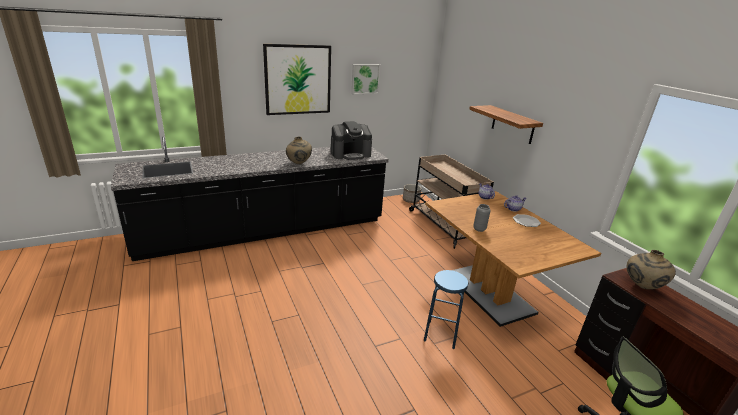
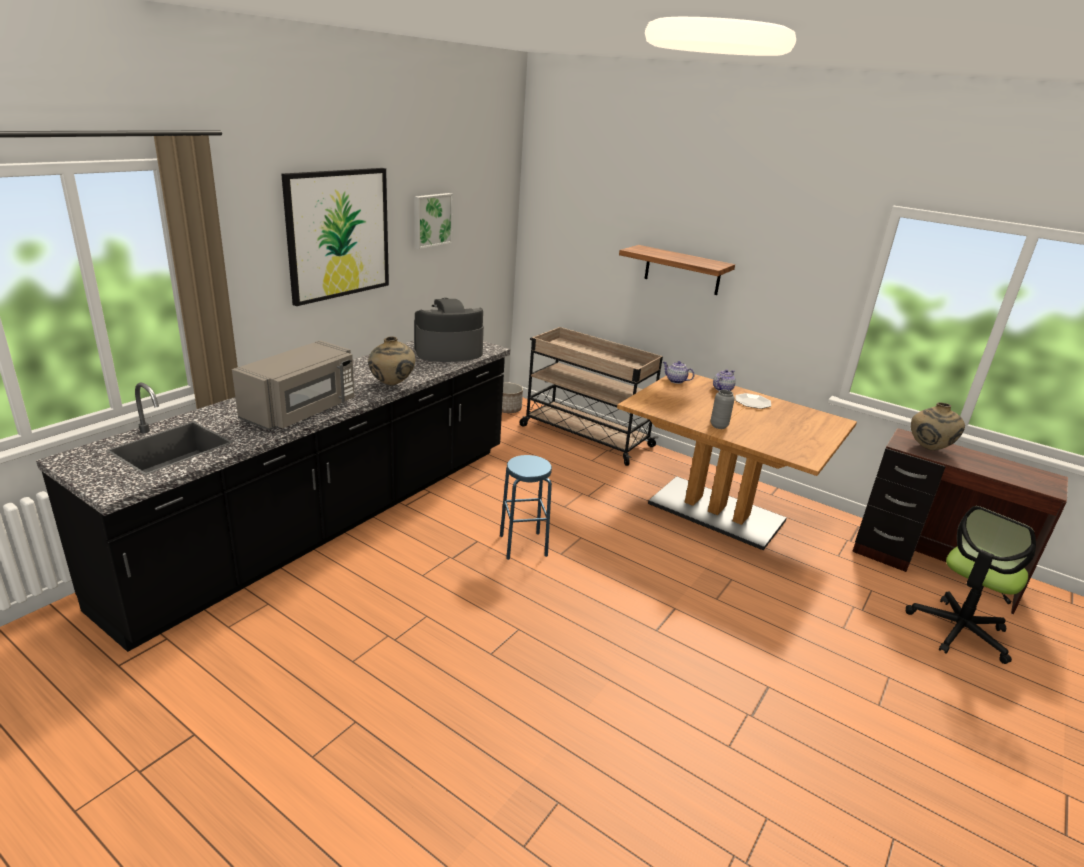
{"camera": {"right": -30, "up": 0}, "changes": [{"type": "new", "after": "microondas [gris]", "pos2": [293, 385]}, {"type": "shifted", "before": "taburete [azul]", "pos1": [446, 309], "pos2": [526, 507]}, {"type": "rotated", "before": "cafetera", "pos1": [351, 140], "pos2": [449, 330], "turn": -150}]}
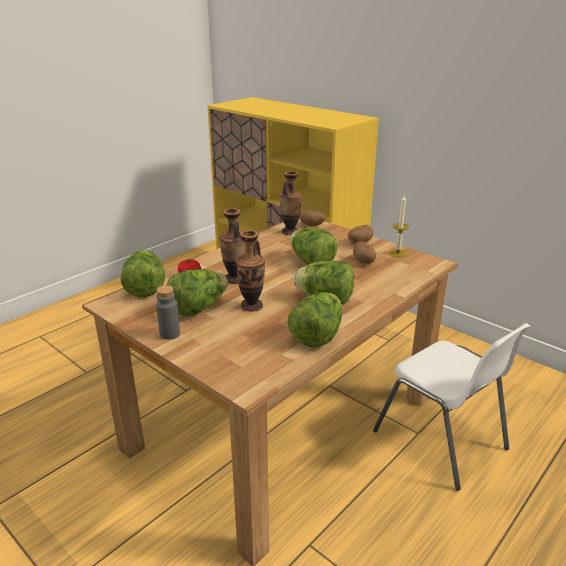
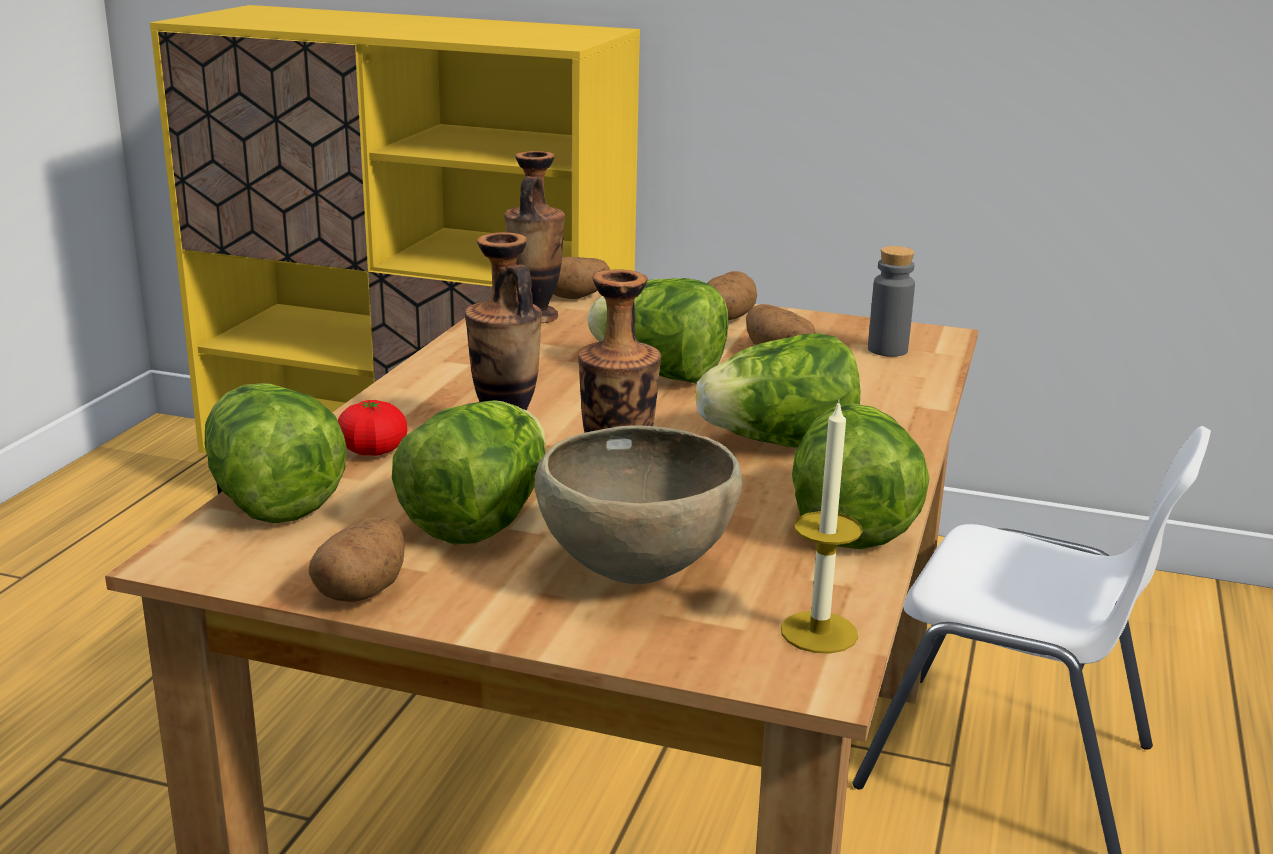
{"camera": {"right": -25, "up": -5}, "changes": [{"type": "new", "after": "patata", "pos2": [357, 559]}, {"type": "new", "after": "cuenco [marrón]", "pos2": [638, 504]}, {"type": "shifted", "before": "botella [gris]", "pos1": [168, 312], "pos2": [891, 301]}, {"type": "shifted", "before": "vela", "pos1": [398, 226], "pos2": [821, 526]}]}
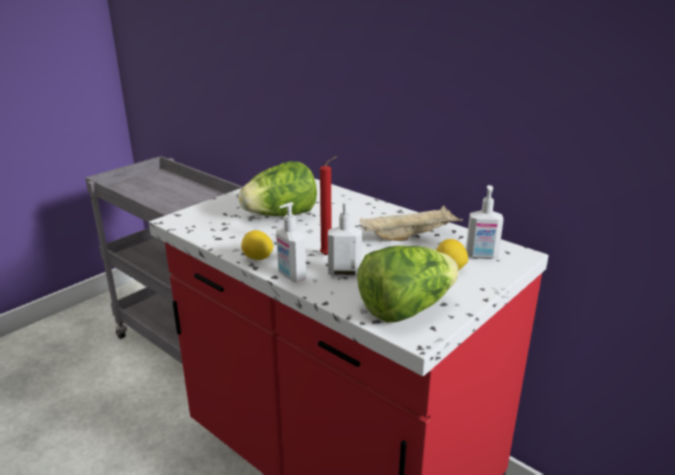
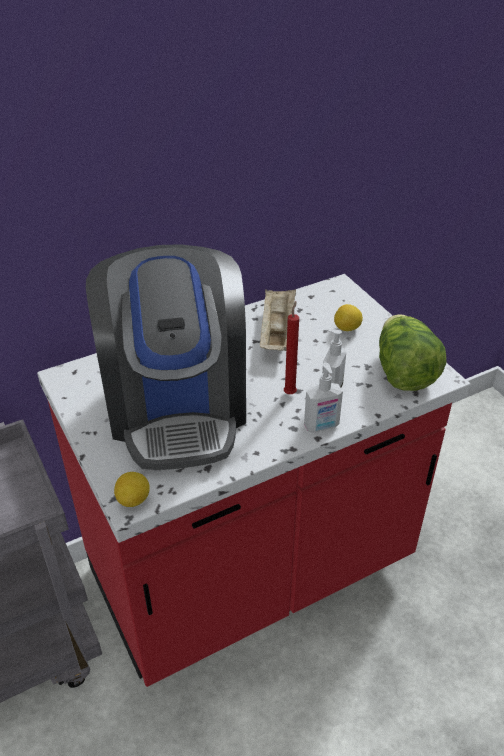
{"camera": {"right": -70, "up": 15}, "changes": [{"type": "gone", "before": "dispensador de jabón", "pos1": [485, 222]}, {"type": "shifted", "before": "limón", "pos1": [257, 245], "pos2": [132, 489]}, {"type": "swapped", "before": "lechuga", "after": "cafetera", "pos1": [277, 188], "pos2": [166, 357]}]}
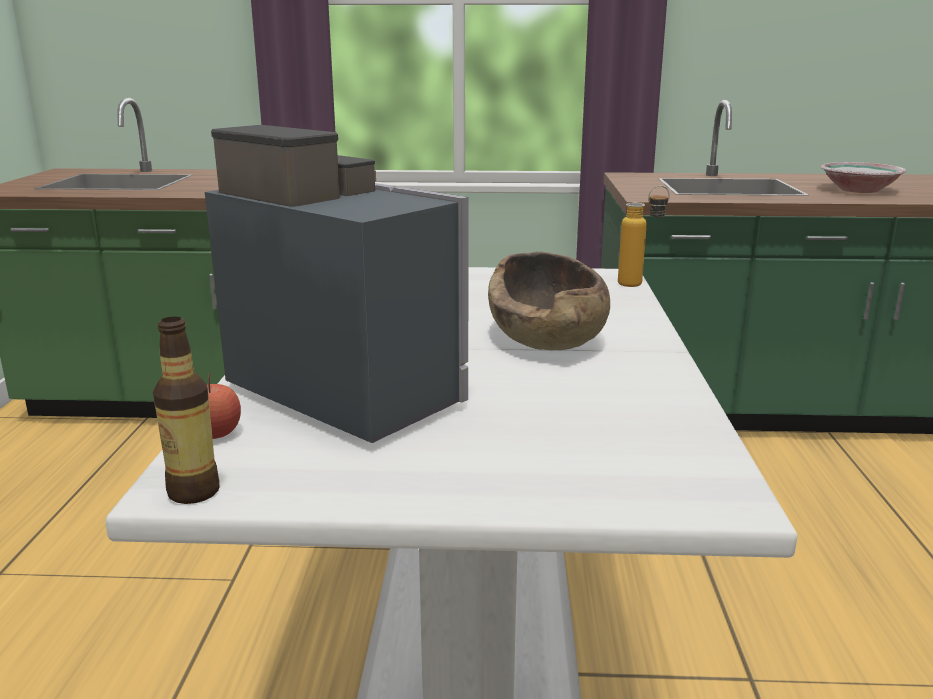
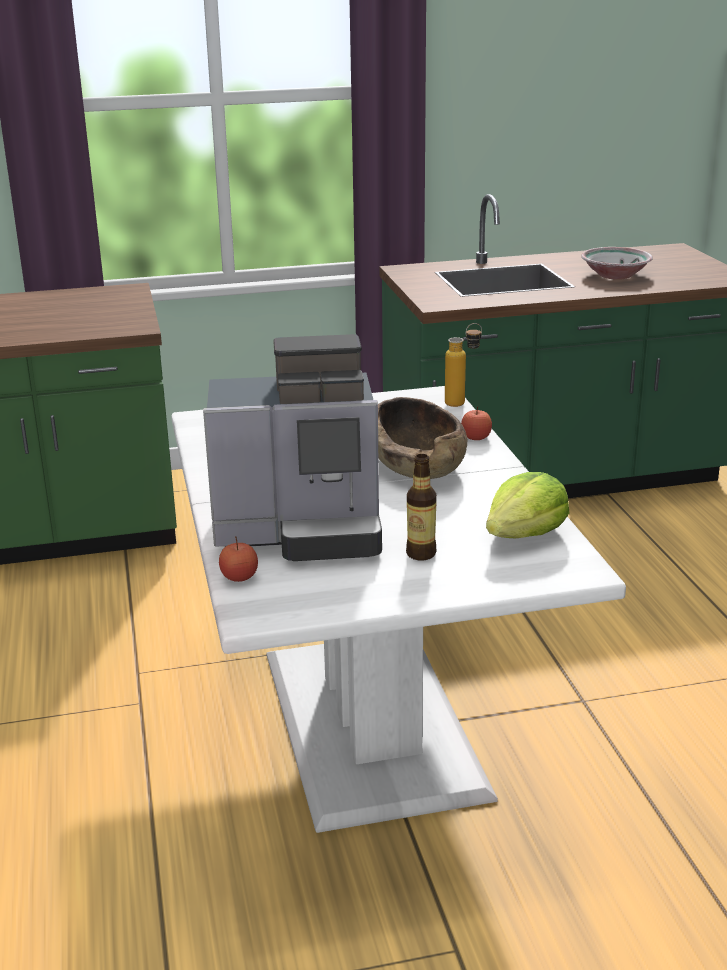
{"camera": {"right": -15, "up": 5}, "changes": [{"type": "new", "after": "manzana", "pos2": [476, 423]}, {"type": "new", "after": "lechuga", "pos2": [527, 505]}, {"type": "shifted", "before": "botella", "pos1": [186, 410], "pos2": [421, 507]}, {"type": "rotated", "before": "cafetera", "pos1": [336, 284], "pos2": [292, 447], "turn": 150}]}
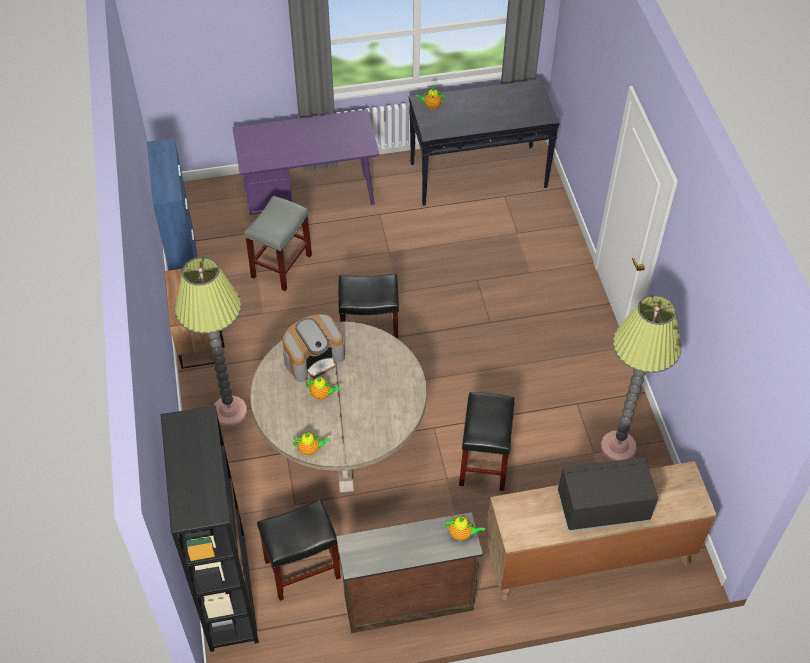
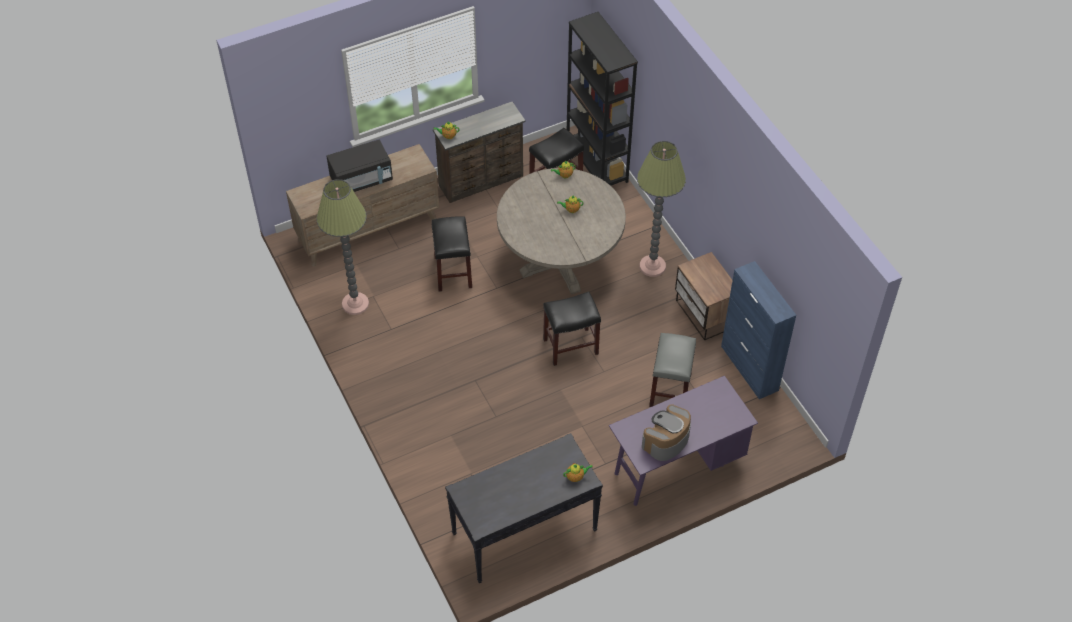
{"camera": {"right": 165, "up": 0}, "changes": [{"type": "shifted", "before": "cafetera", "pos1": [313, 348], "pos2": [666, 432]}]}
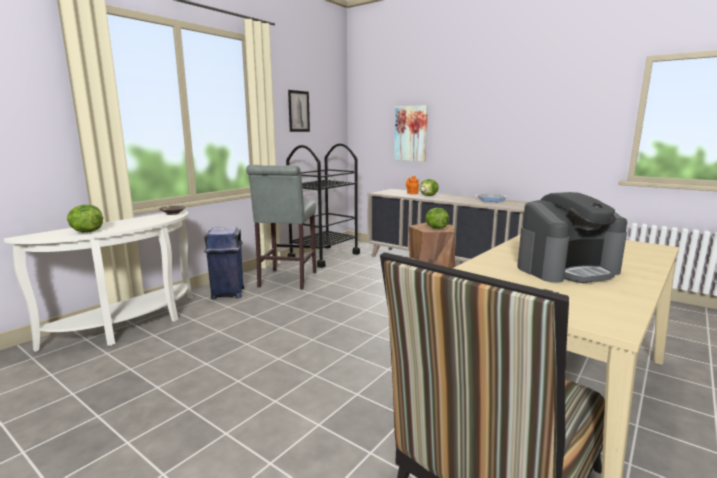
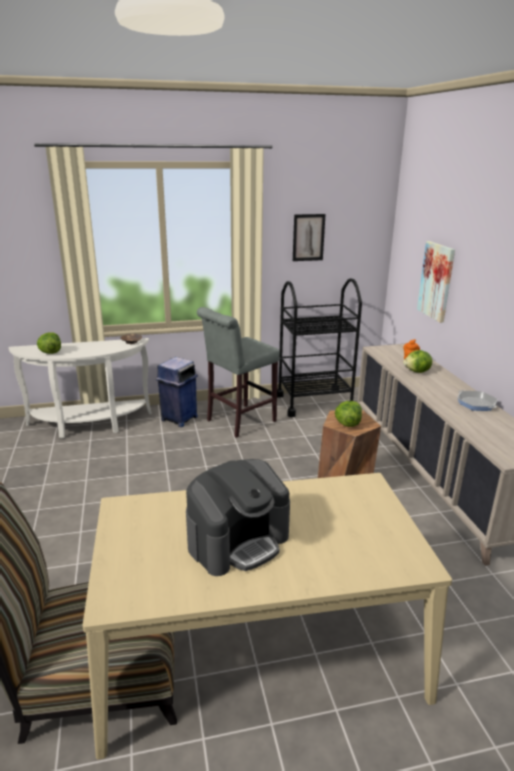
{"camera": {"right": 40, "up": 10}, "changes": [{"type": "rotated", "before": "cafetera", "pos1": [572, 237], "pos2": [238, 517], "turn": -60}]}
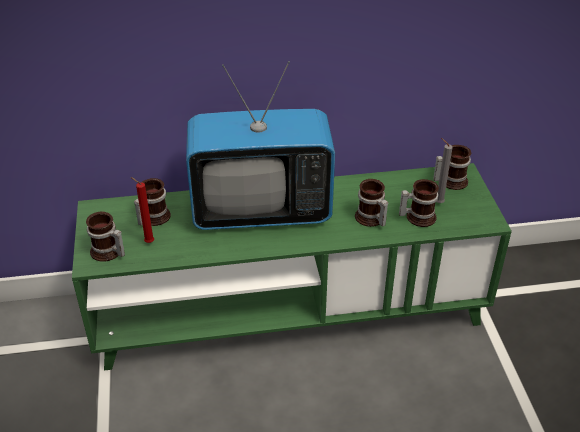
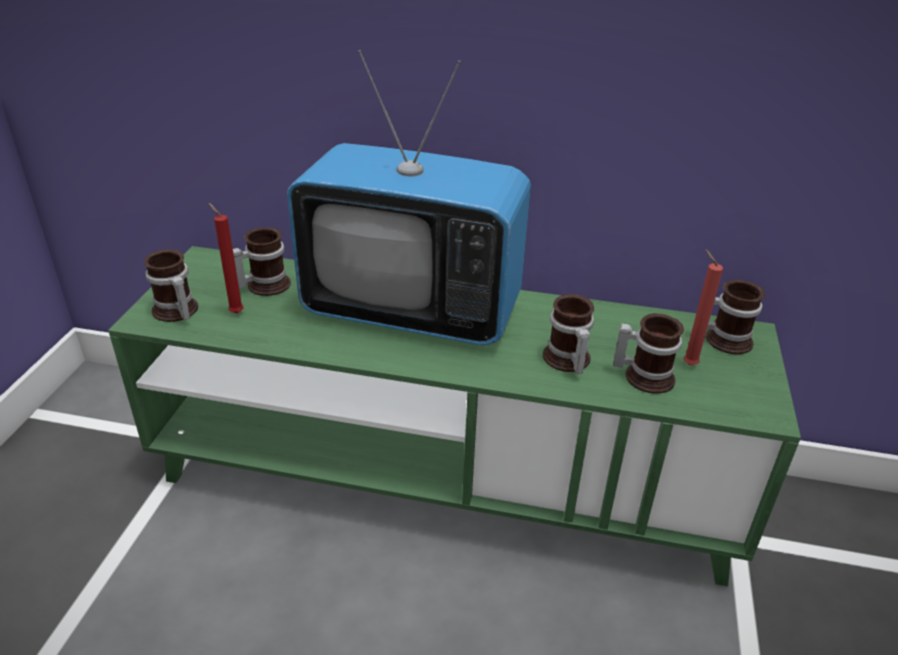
{"camera": {"right": 20, "up": -5}, "changes": [{"type": "repainted", "before": "vela [gris]", "after": "vela [rojo]", "pos1": [444, 170], "pos2": [703, 307]}]}
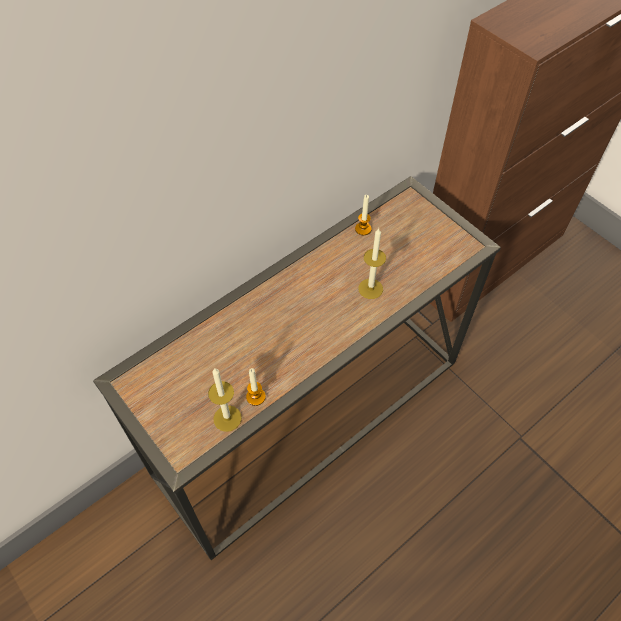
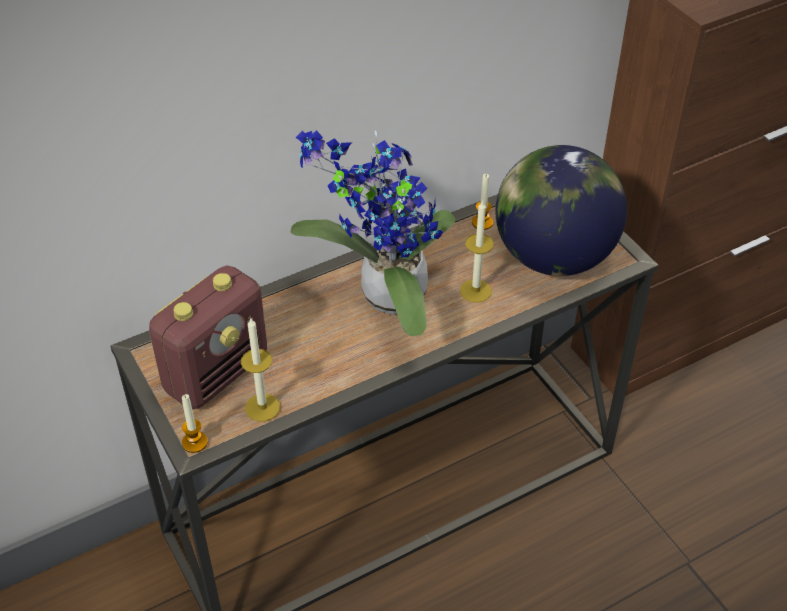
{"camera": {"right": 10, "up": -10}, "changes": [{"type": "new", "after": "radio", "pos2": [208, 337]}, {"type": "new", "after": "planta en maceta", "pos2": [373, 233]}, {"type": "new", "after": "globo terráqueo", "pos2": [561, 210]}, {"type": "shifted", "before": "vela", "pos1": [256, 387], "pos2": [195, 423]}]}
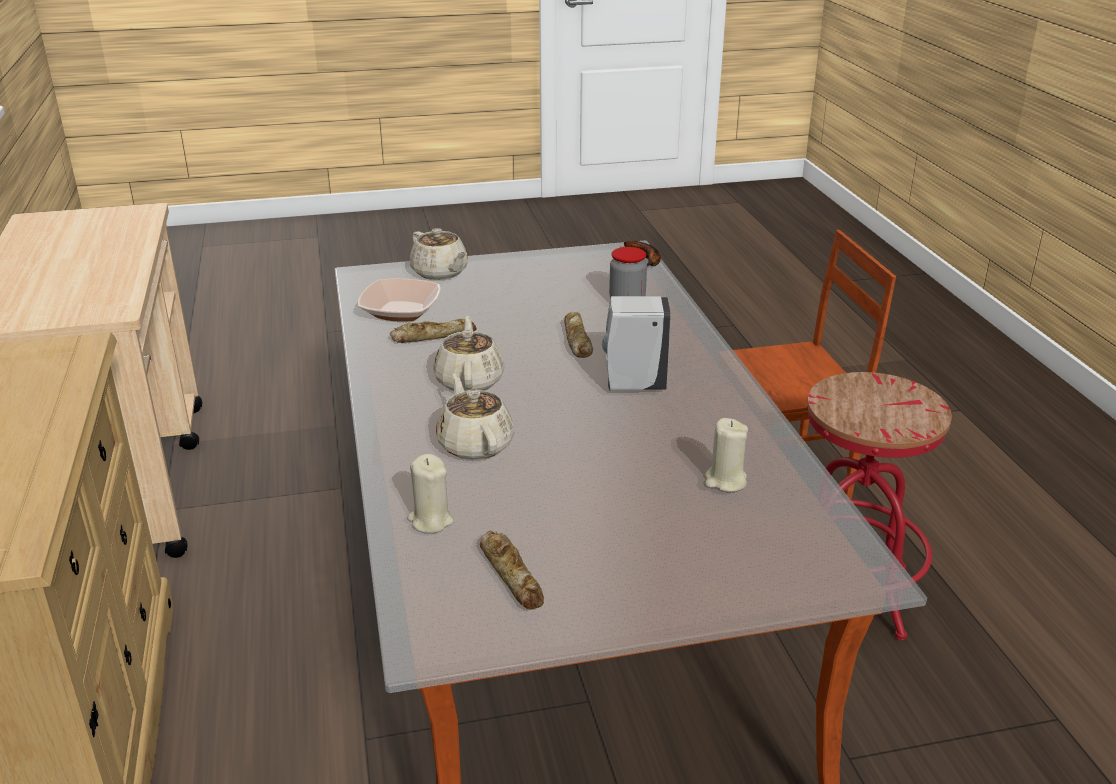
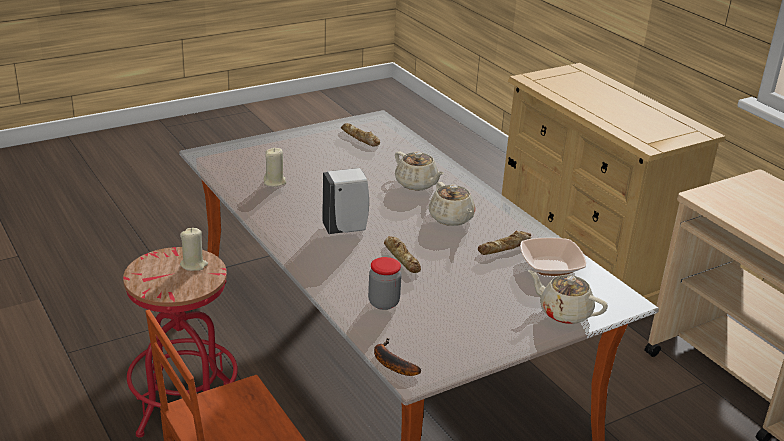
{"camera": {"right": 160, "up": 0}, "changes": [{"type": "shifted", "before": "vela [beis]", "pos1": [430, 493], "pos2": [194, 249]}]}
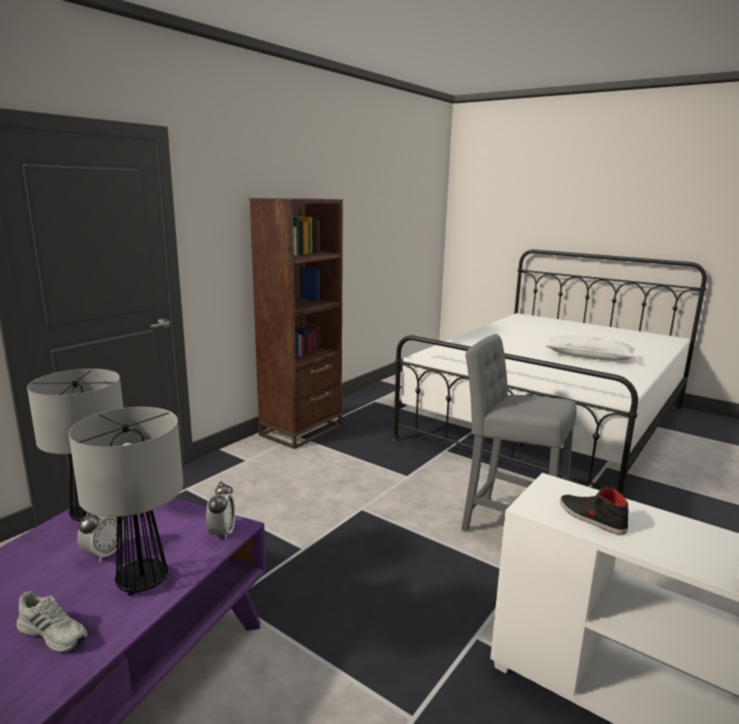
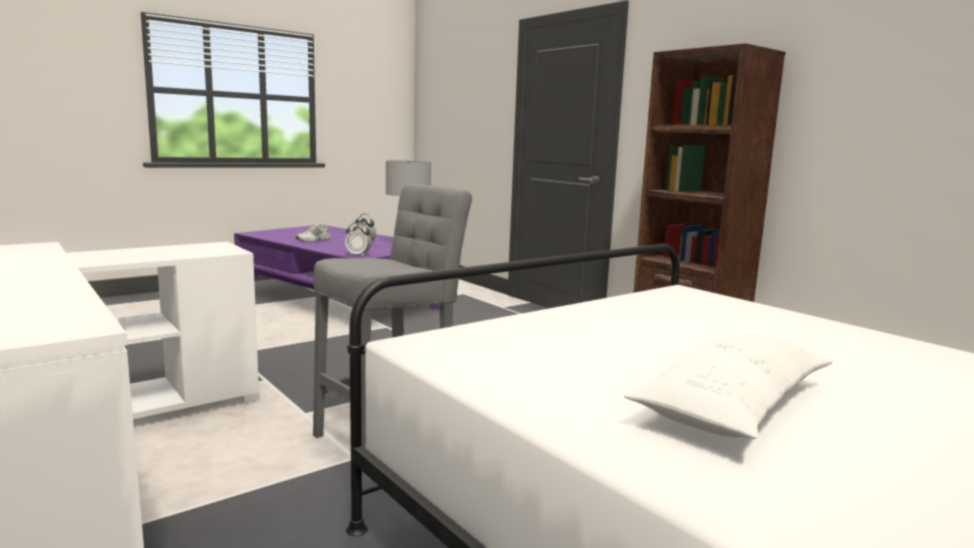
{"camera": {"right": 105, "up": -5}, "changes": [{"type": "gone", "before": "lámpara de mesa", "pos1": [126, 501]}, {"type": "gone", "before": "zapato [negro]", "pos1": [594, 510]}]}
